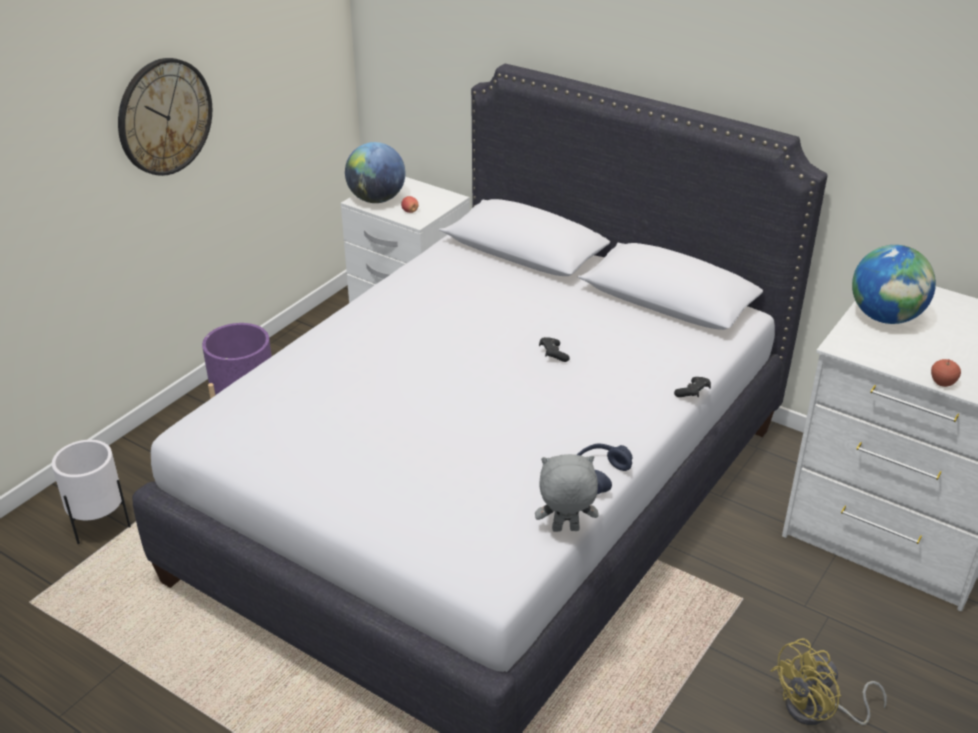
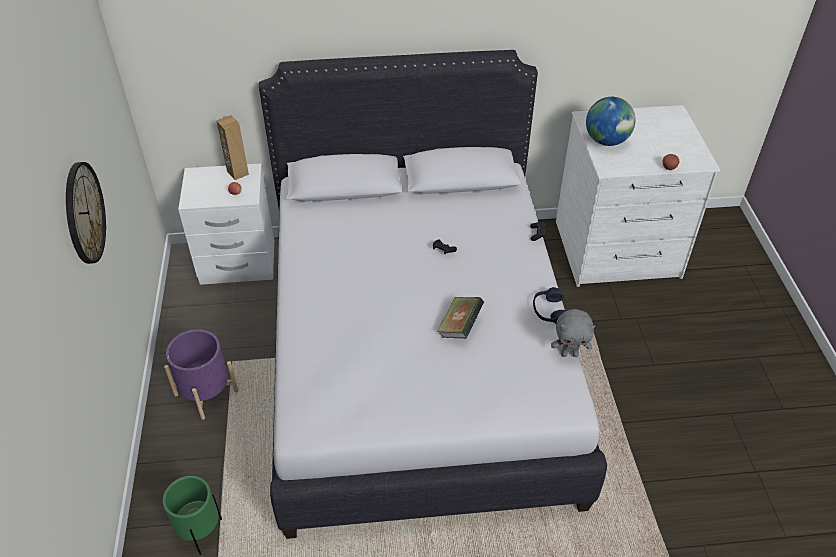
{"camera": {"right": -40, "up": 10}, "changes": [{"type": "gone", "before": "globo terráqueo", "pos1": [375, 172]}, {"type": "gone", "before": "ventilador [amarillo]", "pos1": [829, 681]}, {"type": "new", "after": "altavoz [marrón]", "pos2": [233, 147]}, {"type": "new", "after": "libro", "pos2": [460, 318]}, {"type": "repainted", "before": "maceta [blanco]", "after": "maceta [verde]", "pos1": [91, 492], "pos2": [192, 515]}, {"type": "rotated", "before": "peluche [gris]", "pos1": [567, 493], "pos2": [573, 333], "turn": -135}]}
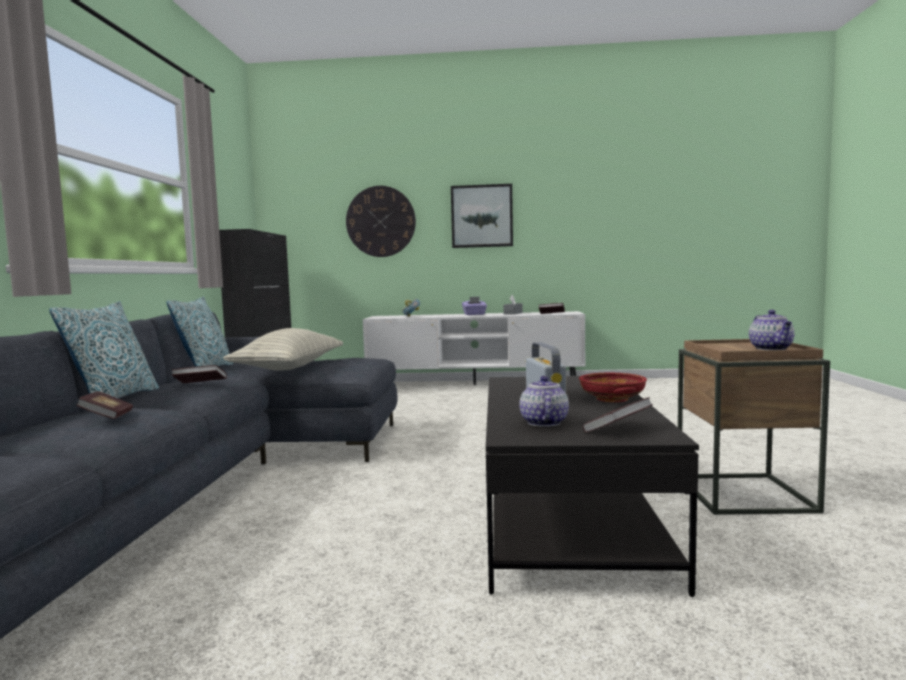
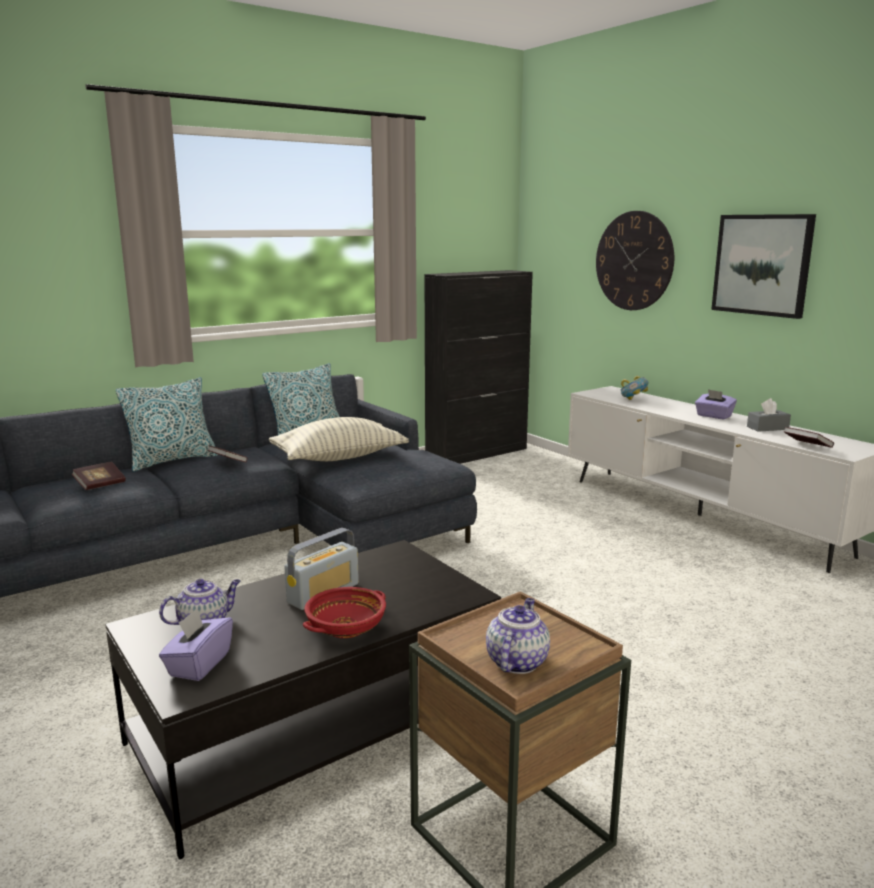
{"camera": {"right": 50, "up": 10}, "changes": [{"type": "swapped", "before": "libro", "after": "caja de pañuelos [morado]", "pos1": [618, 415], "pos2": [196, 644]}, {"type": "rotated", "before": "tetera", "pos1": [771, 330], "pos2": [518, 636], "turn": 150}]}
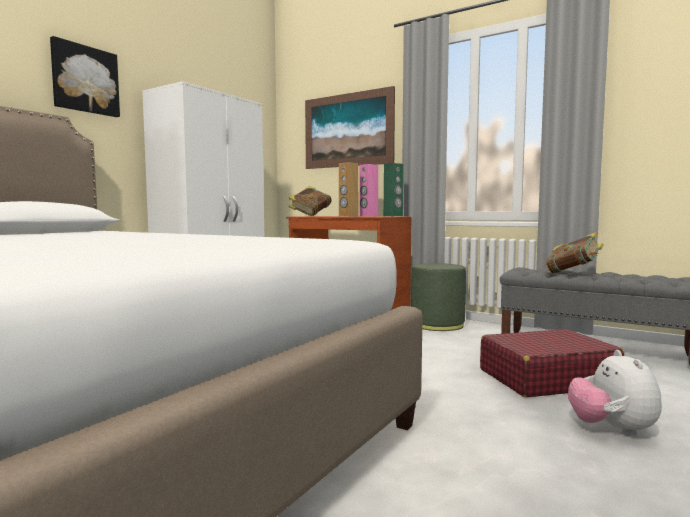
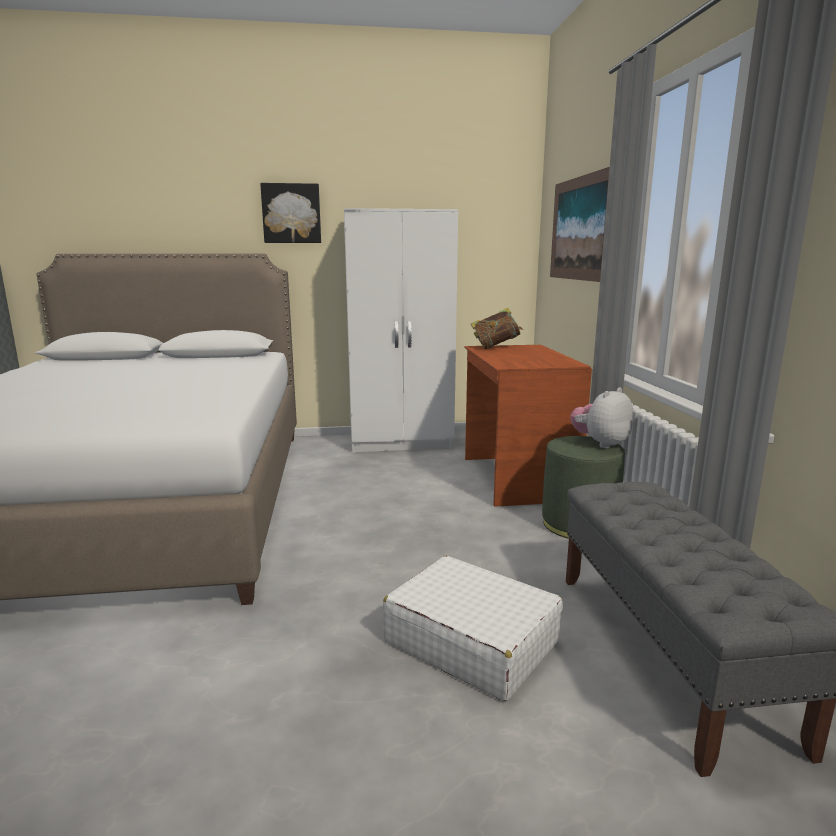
{"camera": {"right": 50, "up": 10}, "changes": [{"type": "gone", "before": "altavoz [marrón]", "pos1": [349, 189]}, {"type": "gone", "before": "altavoz [rosa]", "pos1": [368, 190]}, {"type": "gone", "before": "altavoz [verde]", "pos1": [394, 189]}, {"type": "gone", "before": "libro", "pos1": [575, 252]}, {"type": "shifted", "before": "peluche", "pos1": [615, 393], "pos2": [601, 417]}, {"type": "repainted", "before": "maleta [rojo]", "after": "maleta [blanco]", "pos1": [552, 363], "pos2": [473, 628]}]}
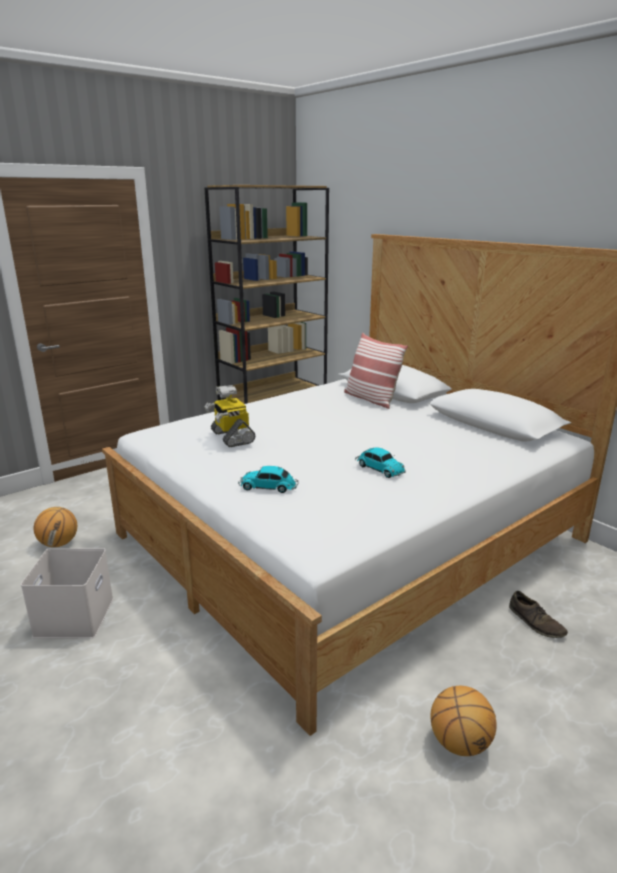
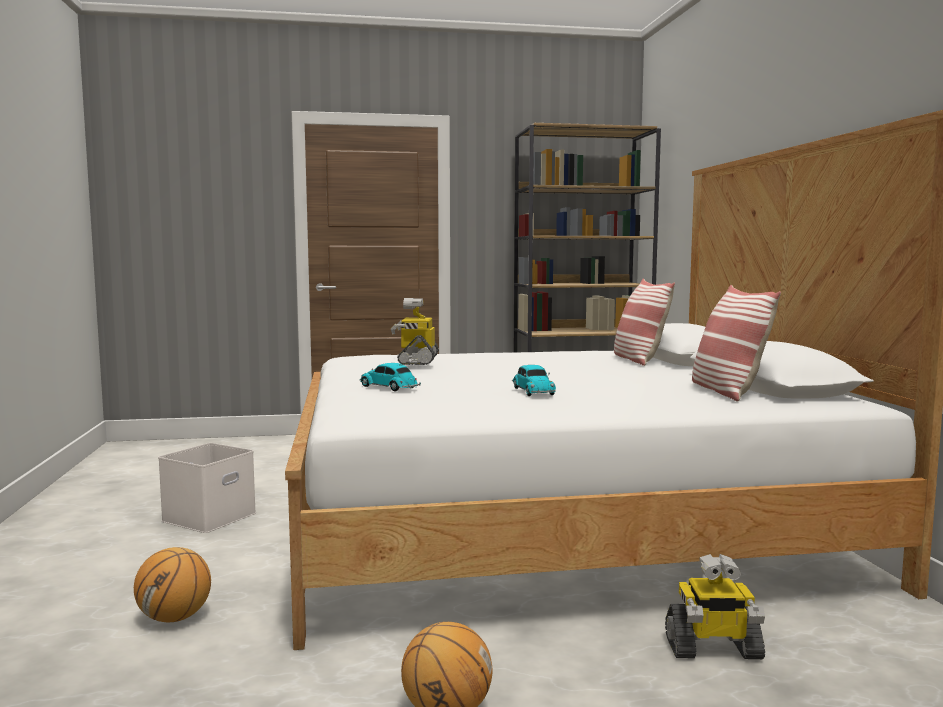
{"camera": {"right": 30, "up": -15}, "changes": [{"type": "new", "after": "cojín", "pos2": [736, 343]}, {"type": "shifted", "before": "balón de baloncesto", "pos1": [55, 527], "pos2": [172, 584]}, {"type": "swapped", "before": "zapato [marrón]", "after": "robot de juguete", "pos1": [538, 614], "pos2": [715, 606]}]}
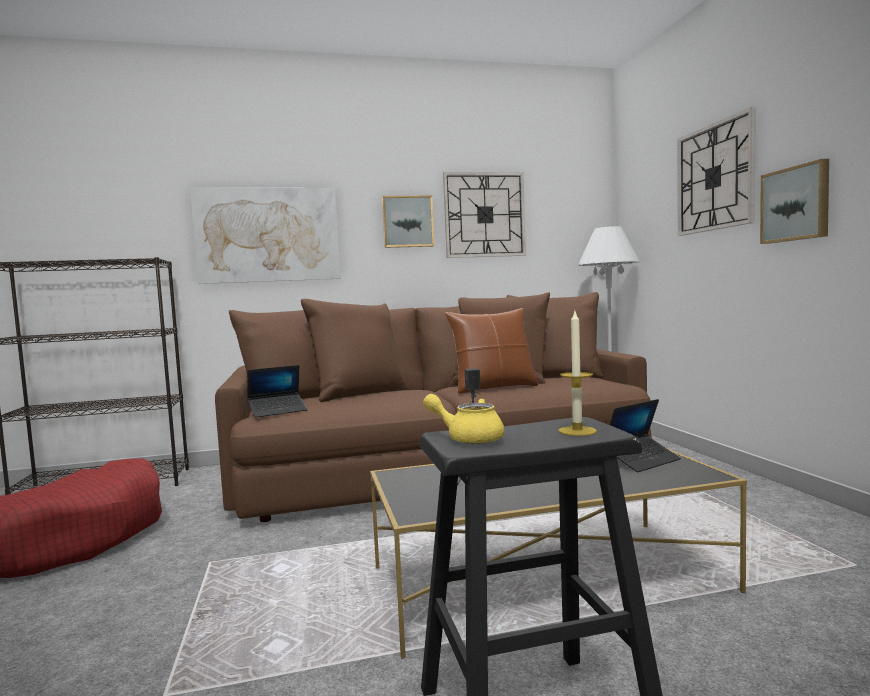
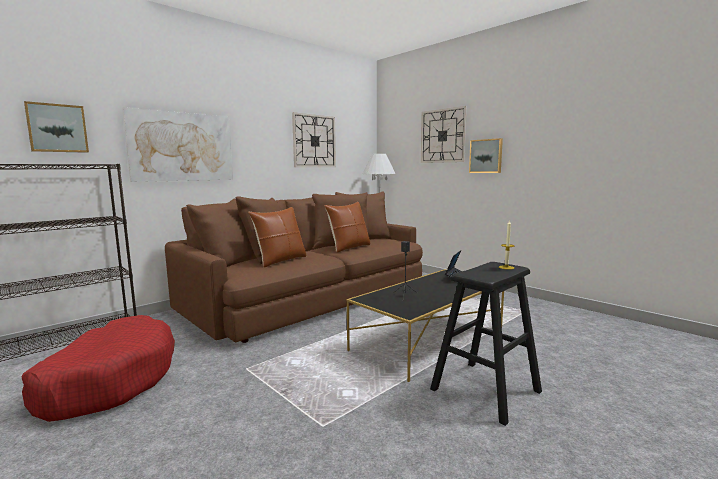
{"camera": {"right": -30, "up": 5}, "changes": [{"type": "gone", "before": "portátil", "pos1": [277, 391]}, {"type": "gone", "before": "tetera [amarillo]", "pos1": [464, 419]}, {"type": "new", "after": "cojín [marrón]", "pos2": [277, 237]}, {"type": "shifted", "before": "cuadro", "pos1": [408, 222], "pos2": [56, 127]}]}
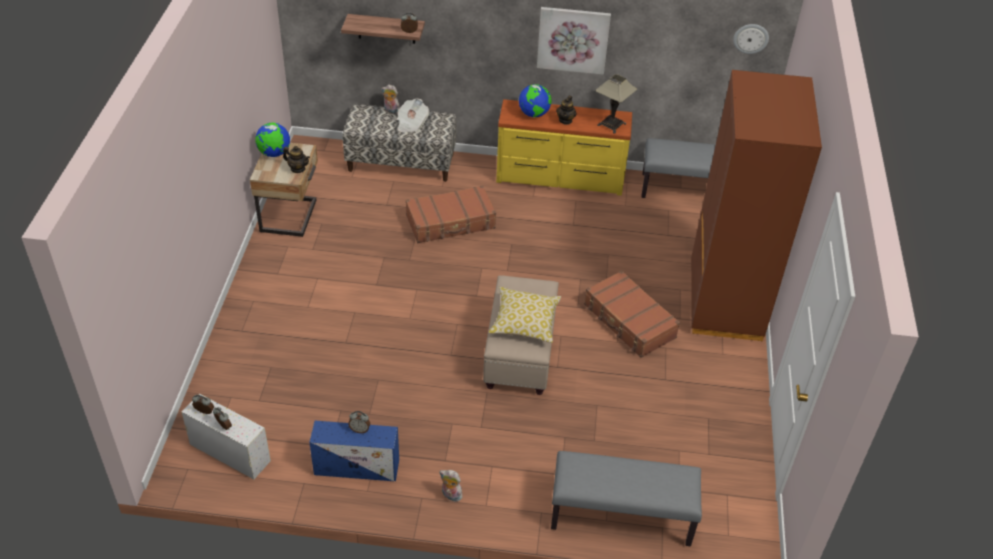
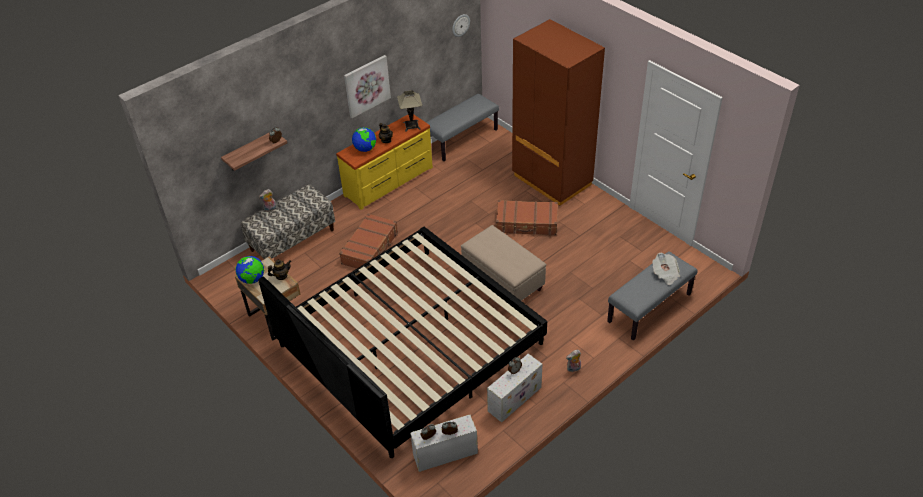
{"camera": {"right": -45, "up": 0}, "changes": [{"type": "gone", "before": "cojín", "pos1": [525, 315]}, {"type": "new", "after": "cama", "pos2": [402, 342]}, {"type": "shifted", "before": "periódico", "pos1": [413, 115], "pos2": [666, 268]}, {"type": "repainted", "before": "caja de almacenaje [azul]", "after": "caja de almacenaje [blanco]", "pos1": [354, 451], "pos2": [514, 388]}]}
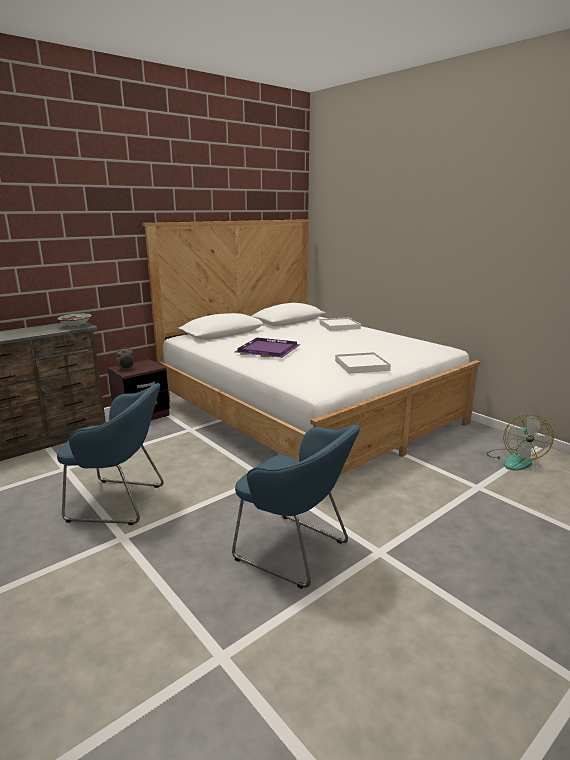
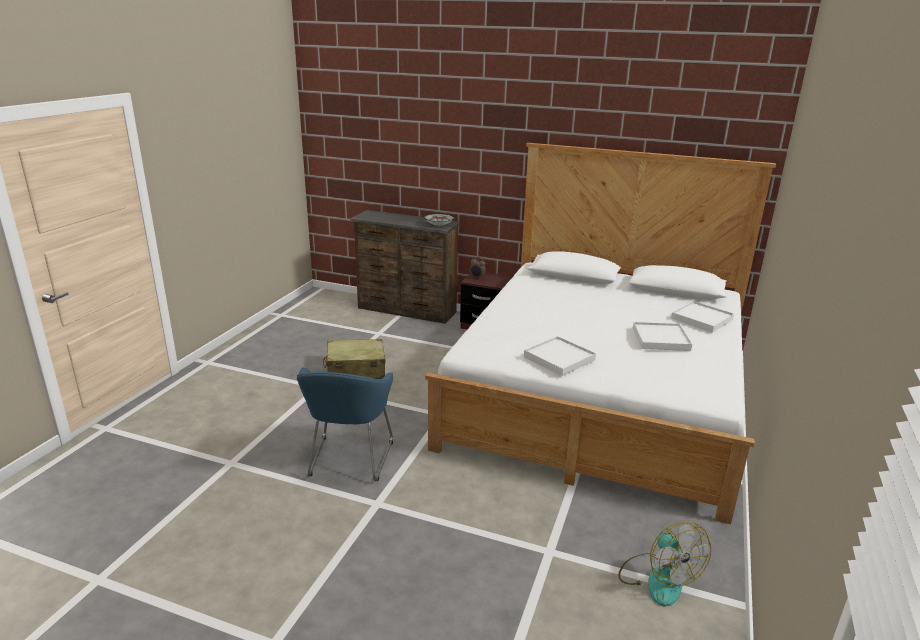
{"camera": {"right": 60, "up": 5}, "changes": [{"type": "gone", "before": "bandeja [morado]", "pos1": [268, 348]}, {"type": "new", "after": "bandeja [blanco]", "pos2": [662, 336]}, {"type": "swapped", "before": "sillón [azul]", "after": "maleta [beis]", "pos1": [110, 454], "pos2": [354, 359]}, {"type": "rotated", "before": "ventilador", "pos1": [520, 442], "pos2": [664, 564], "turn": -90}]}
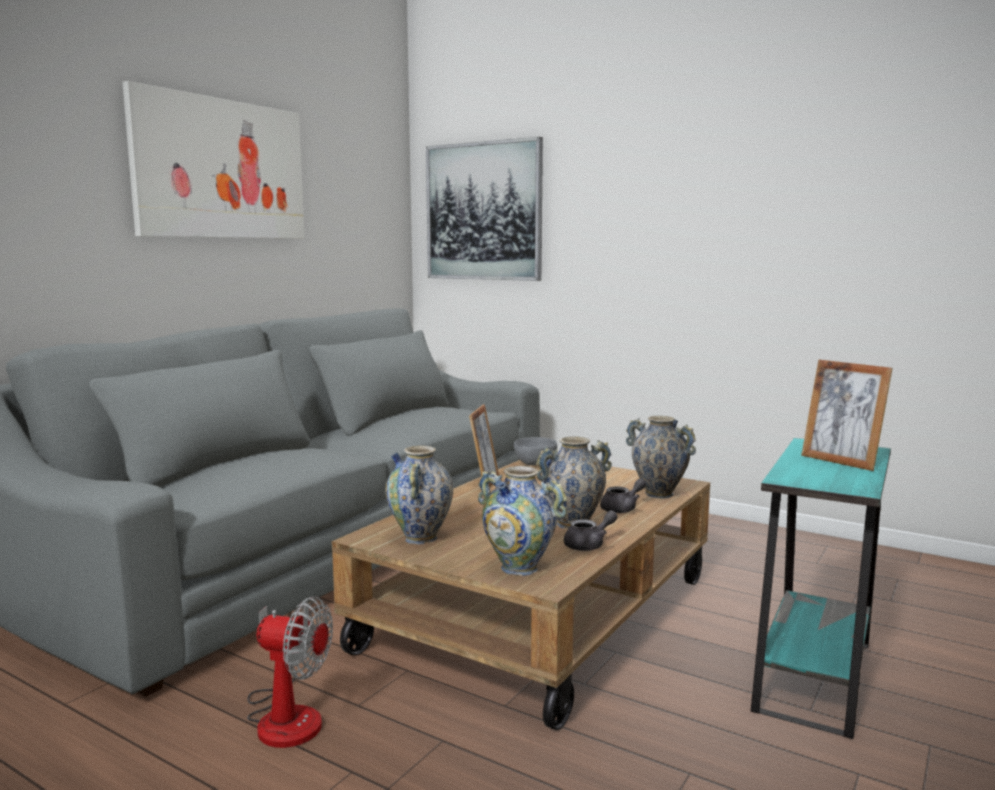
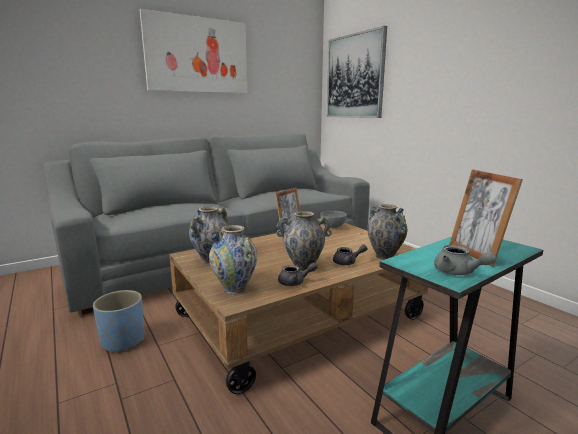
{"camera": {"right": 25, "up": 5}, "changes": [{"type": "new", "after": "tetera [gris]", "pos2": [465, 260]}, {"type": "swapped", "before": "ventilador", "after": "maceta [azul]", "pos1": [290, 672], "pos2": [119, 321]}]}
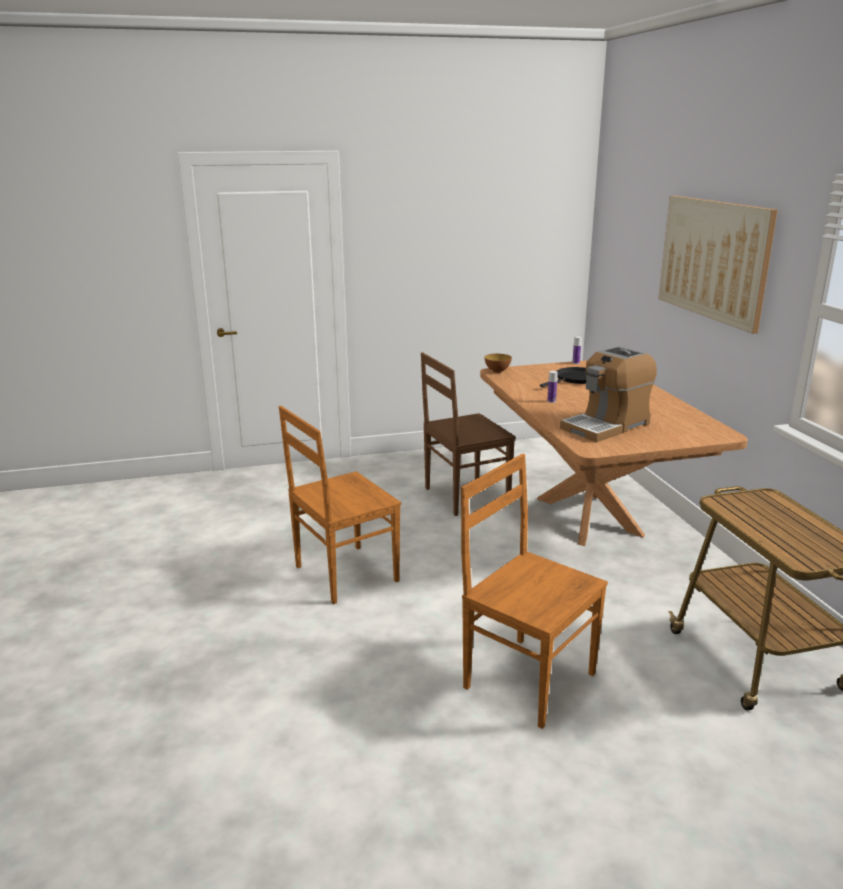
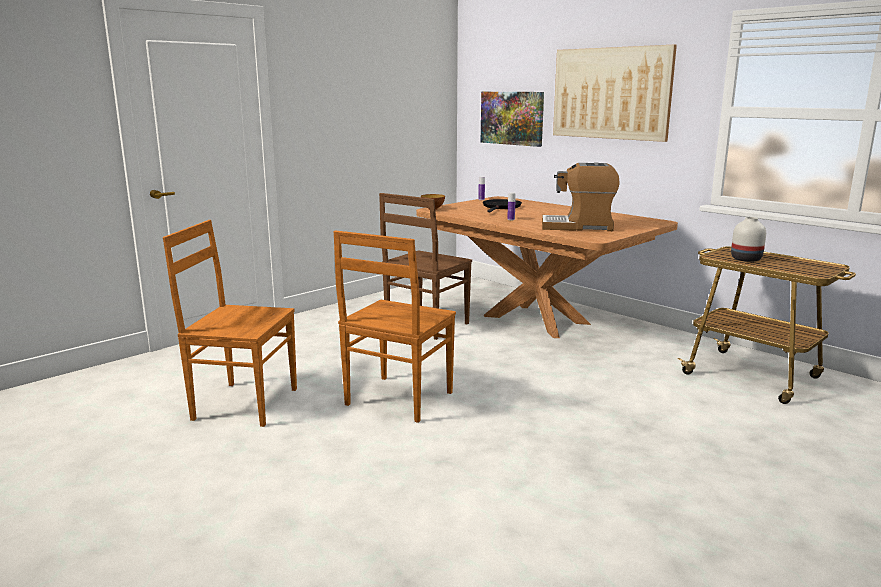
{"camera": {"right": -30, "up": -5}, "changes": [{"type": "new", "after": "cuadro", "pos2": [512, 119]}, {"type": "new", "after": "florero [blanco]", "pos2": [748, 239]}, {"type": "shifted", "before": "silla [marrón]", "pos1": [534, 591], "pos2": [230, 323]}, {"type": "rotated", "before": "cafetera", "pos1": [608, 394], "pos2": [580, 197], "turn": 75}]}
